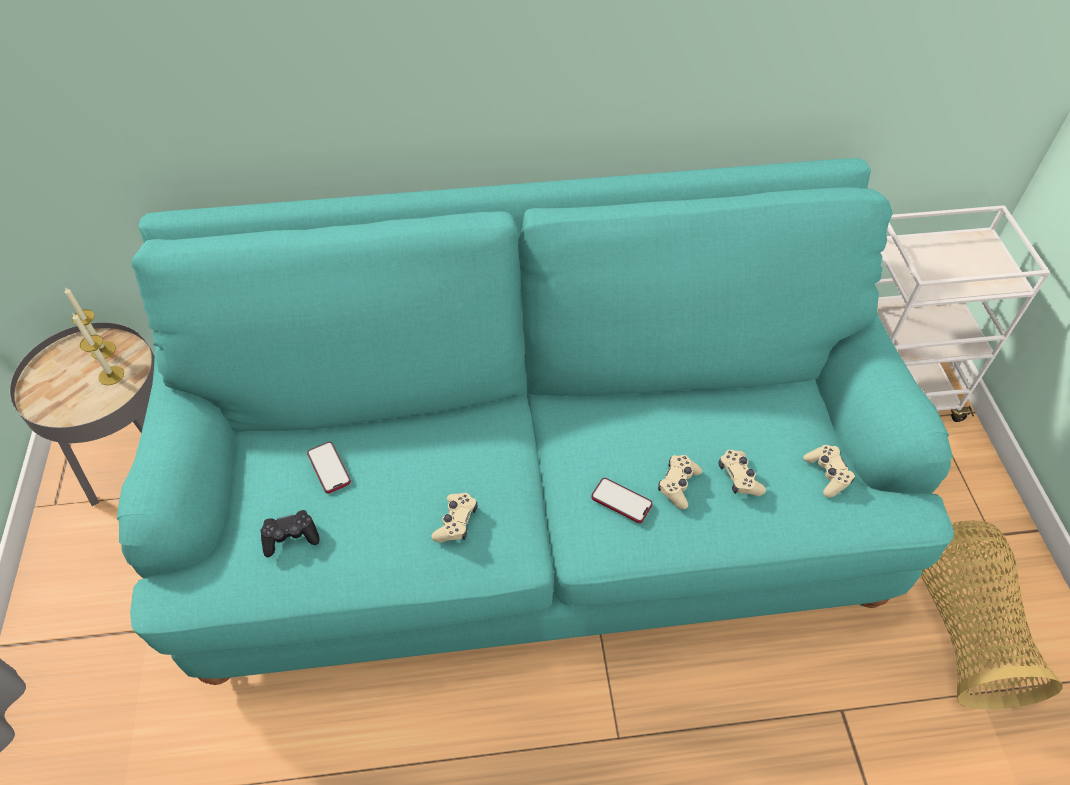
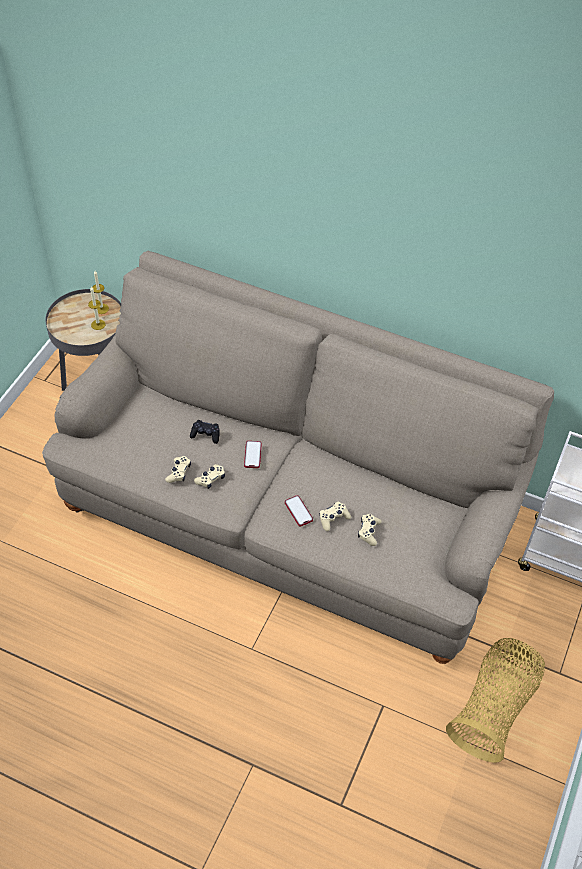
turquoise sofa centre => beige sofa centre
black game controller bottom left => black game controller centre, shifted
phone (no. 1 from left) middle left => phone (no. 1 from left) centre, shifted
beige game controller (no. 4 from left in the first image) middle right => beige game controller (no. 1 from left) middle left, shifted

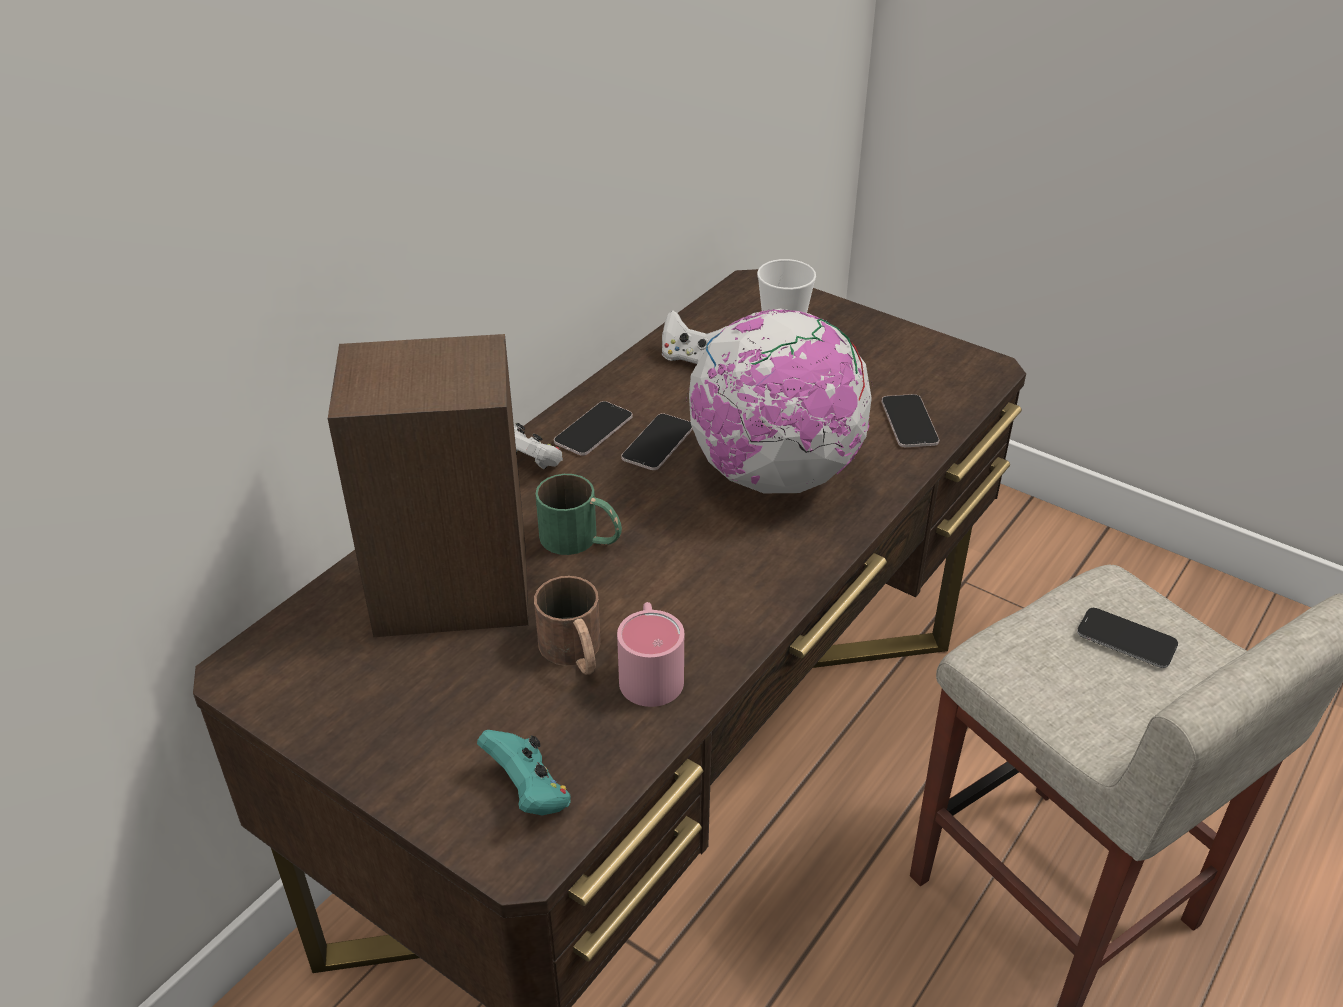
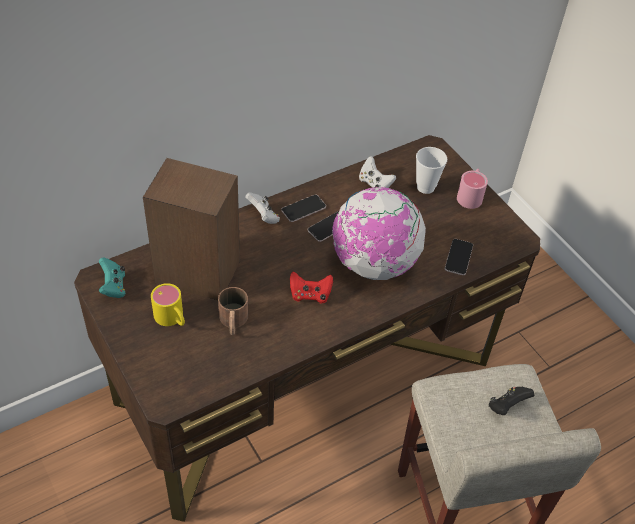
turquoise game controller bottom centre => turquoise game controller middle left, shifted
green mug centre => nothing
pink mug centre => pink mug middle right, shifted
phone (no. 4 from left) middle right => black game controller bottom right
nothing => yellow mug middle left
nothing => red game controller centre

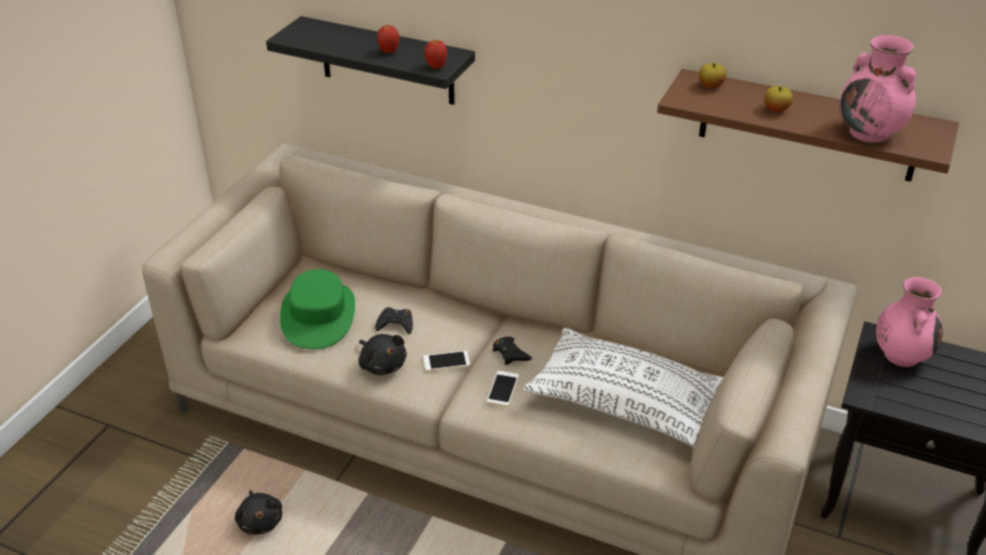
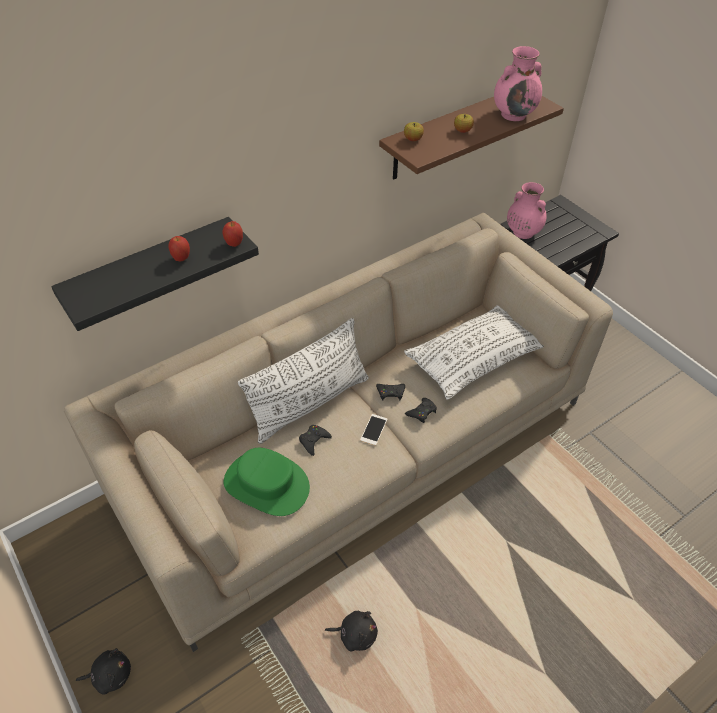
black plush toy (no. 2 from left in the first image) centre => black plush toy (no. 1 from left) bottom left, shifted
phone (no. 2 from left) bottom centre => black game controller (no. 3 from left) centre
nothing => white pillow (no. 1 from left) centre

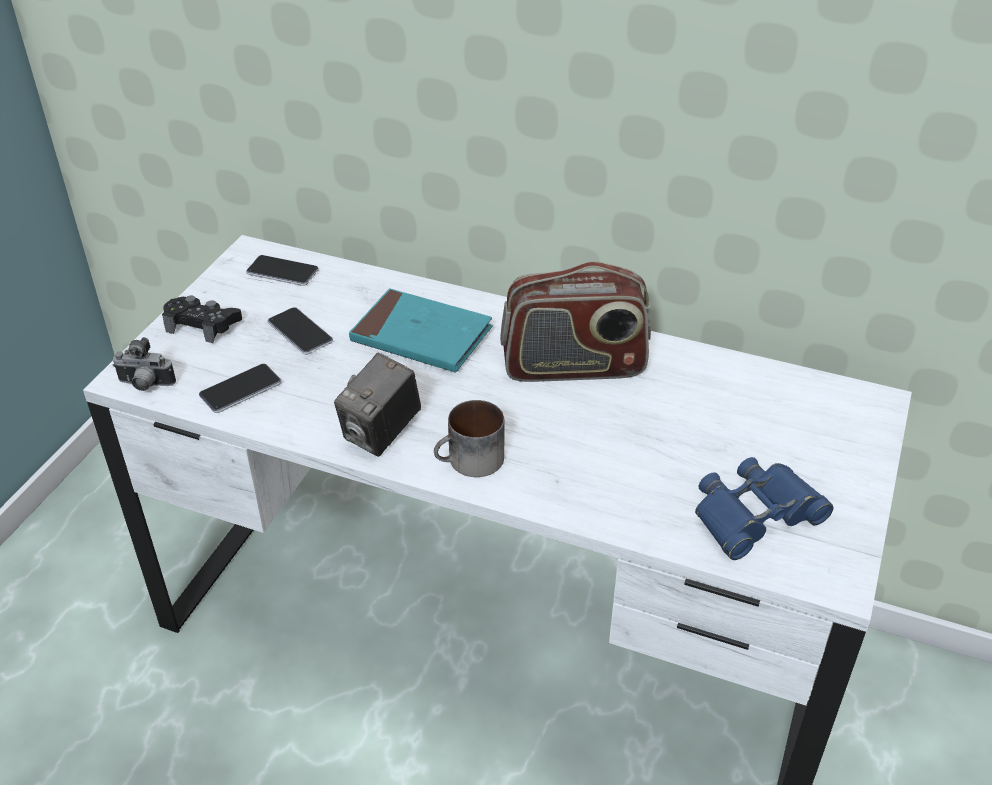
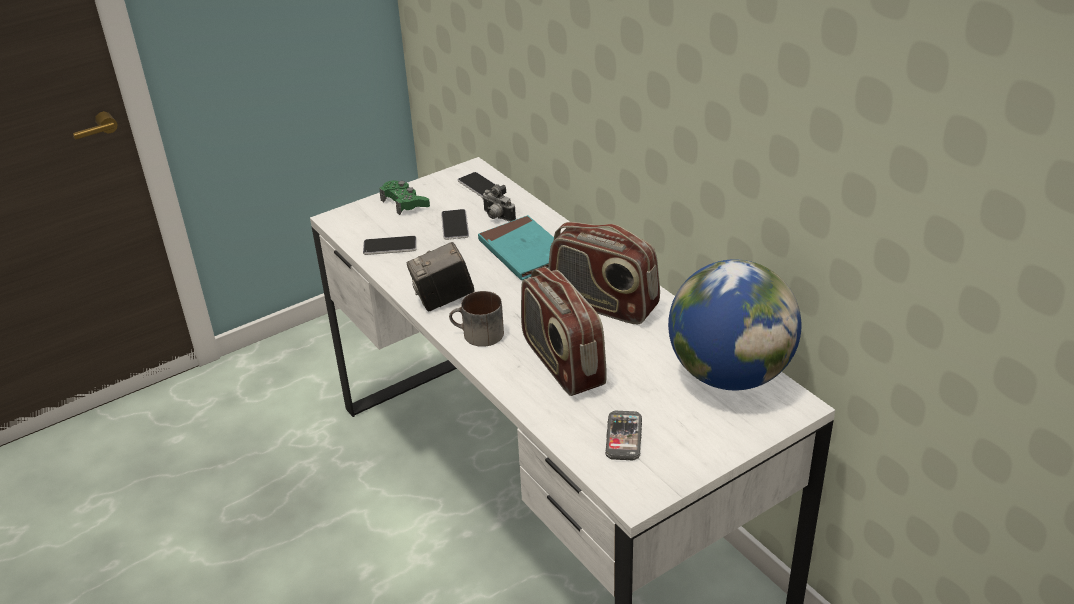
photo camera (no. 1 from left in the first image) middle left => photo camera (no. 2 from left) centre, shifted
black game controller middle left => green game controller top centre
blue binoculars middle right => phone (no. 4 from left) bottom centre
nothing => radio (no. 1 from left) centre
nothing => globe middle right

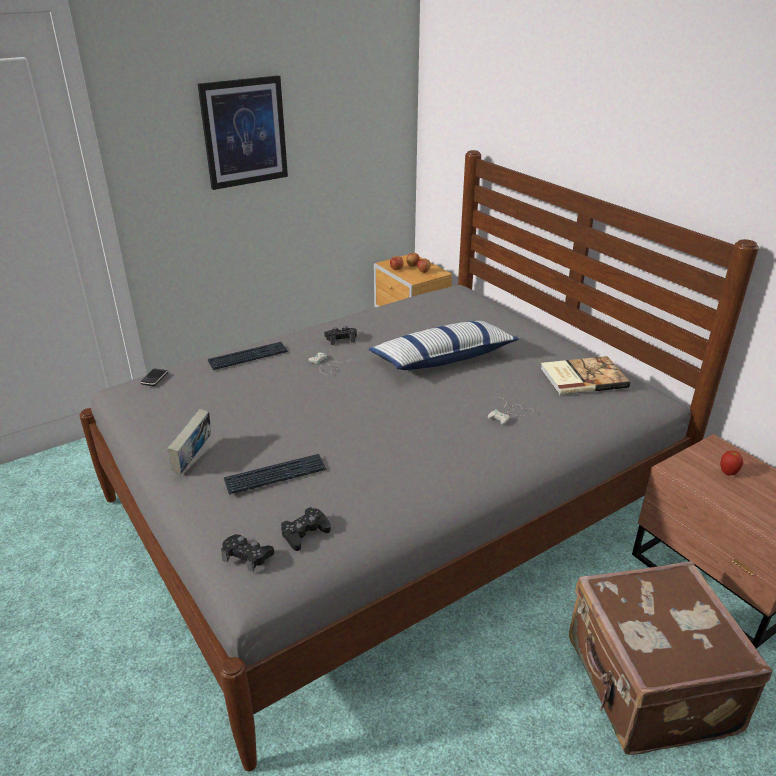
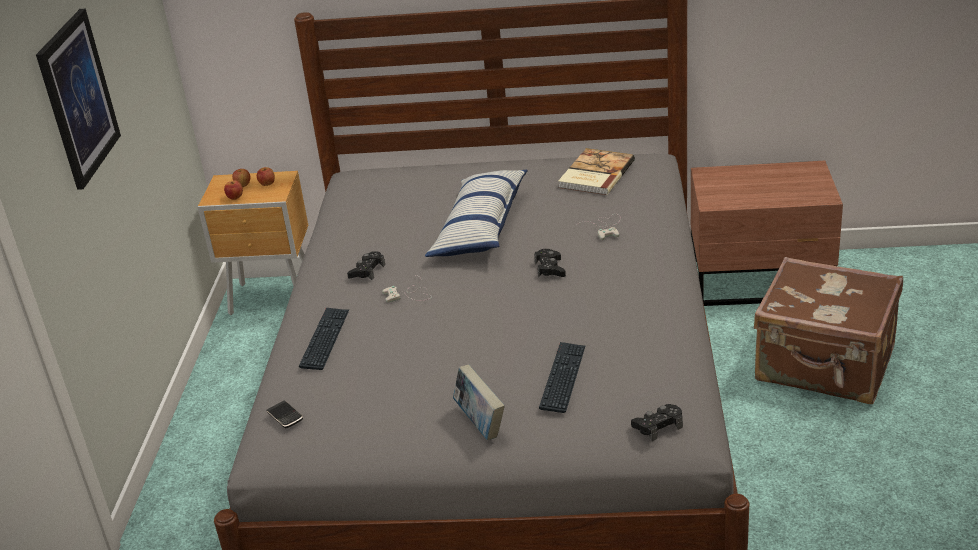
black game controller (no. 2 from left) bottom centre => black game controller (no. 2 from left) centre, shifted
apple (no. 4 from left) middle right => nothing

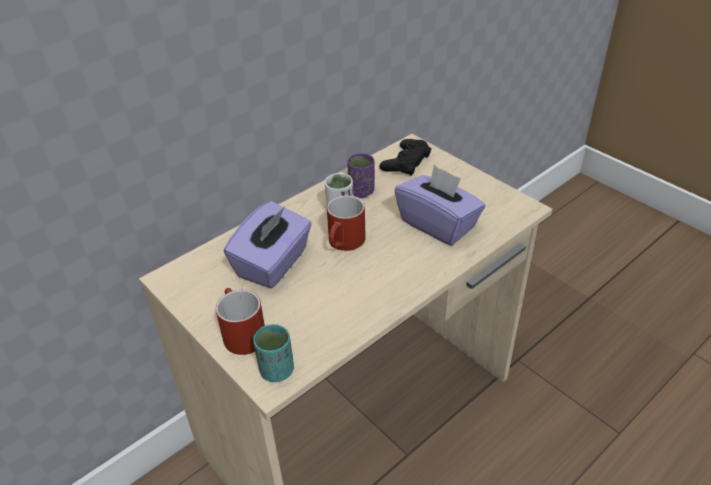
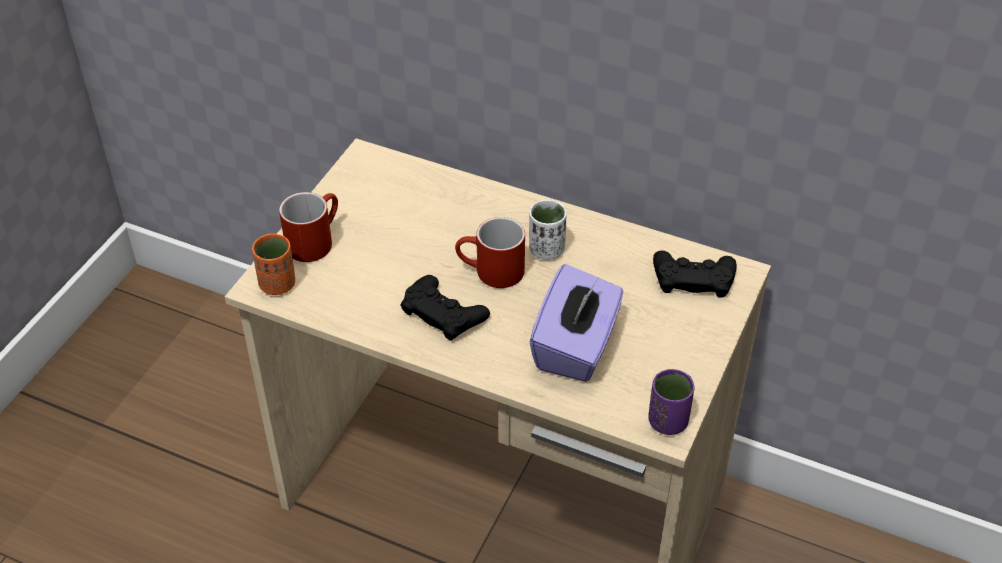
purple tissue box (no. 1 from left) centre => nothing
turquoise cup bottom centre => orange cup middle left
purple cup centre => purple cup bottom right, shifted
nothing => black game controller (no. 1 from left) centre

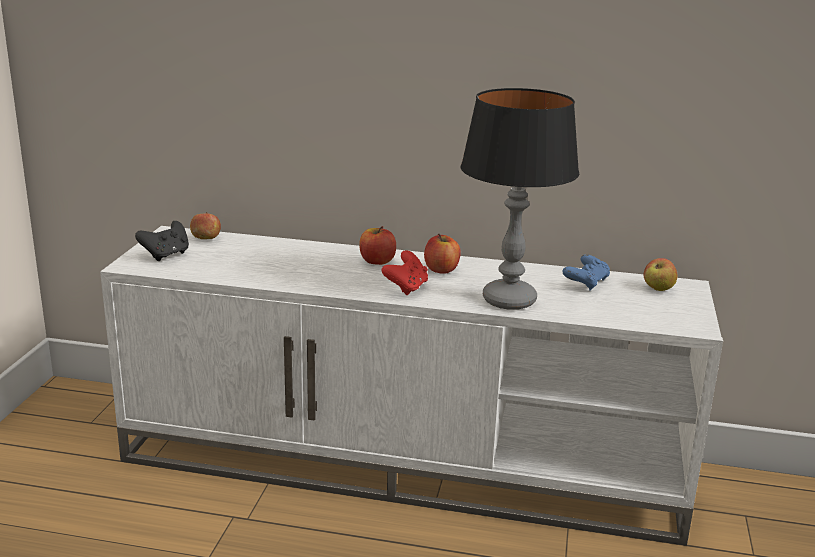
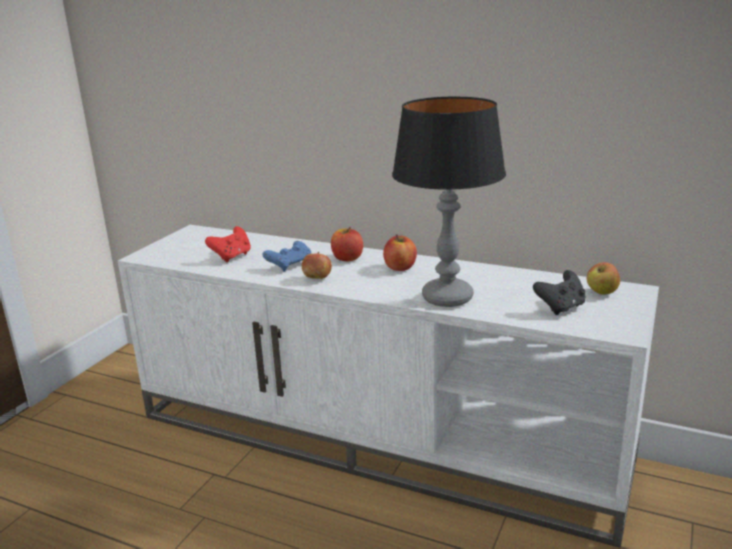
black game controller middle left => black game controller middle right, shifted
apple (no. 1 from left) middle left => apple (no. 1 from left) centre, shifted
red game controller centre => red game controller middle left, shifted
blue game controller middle right => blue game controller centre, shifted

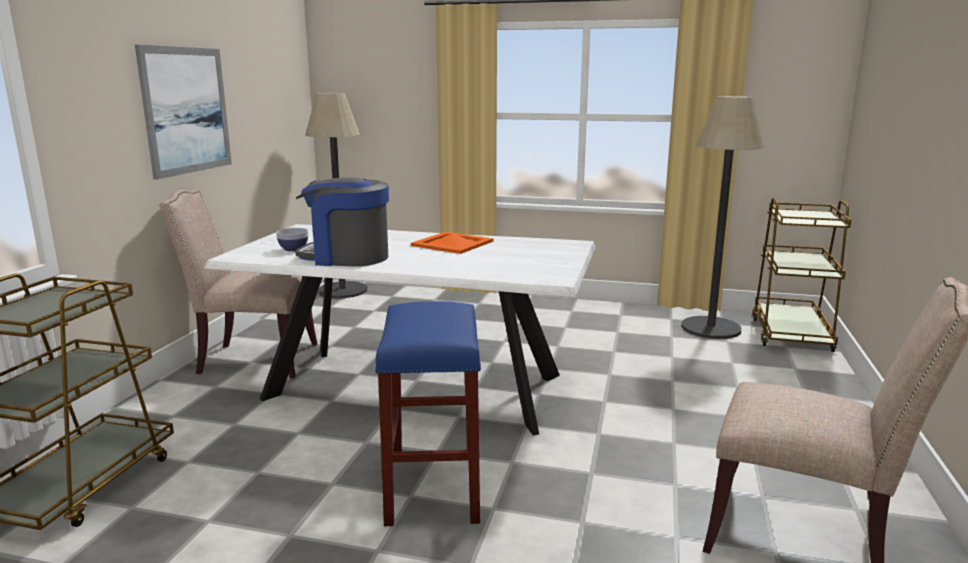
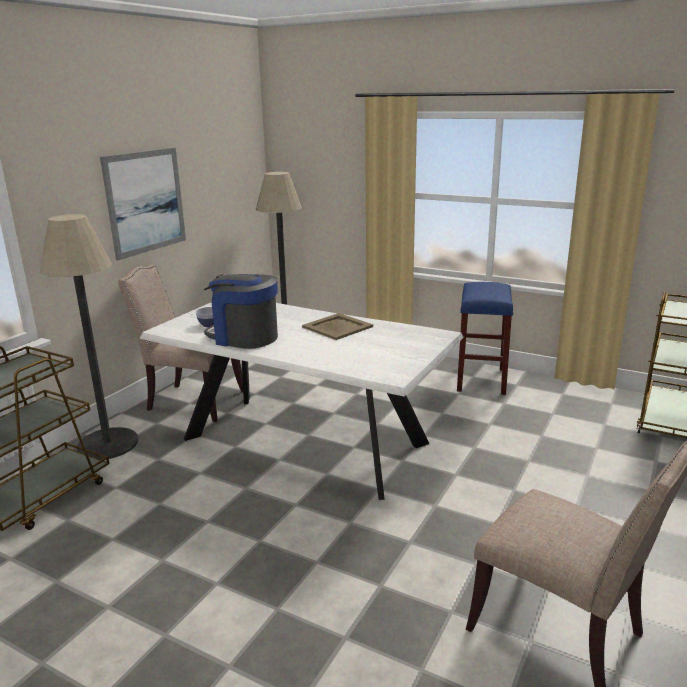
blue stool bottom centre => blue stool middle right, shifted
orange tray centre => beige tray centre
floor lamp (no. 2 from left in the first image) middle right => floor lamp (no. 1 from left) middle left, shifted

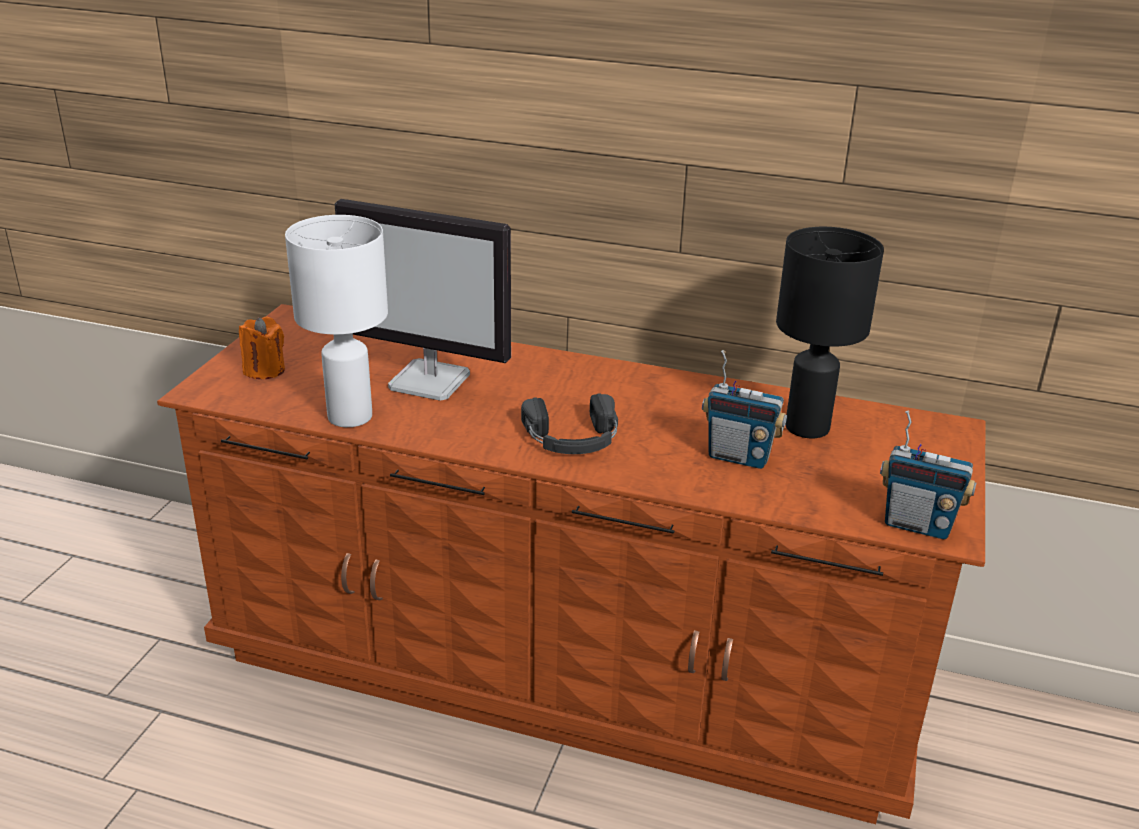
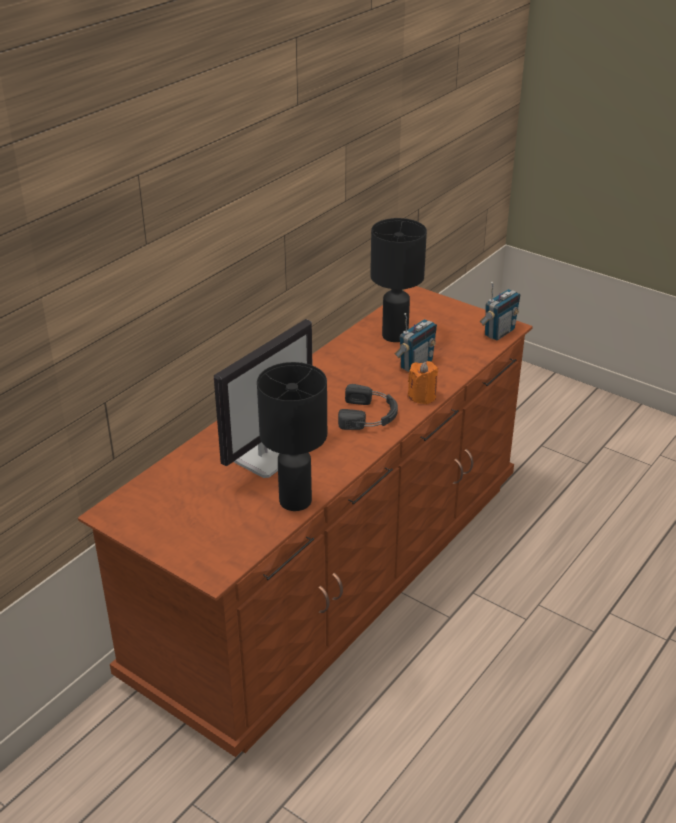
orange candle middle left => orange candle centre, shifted
white table lamp middle left => black table lamp (no. 1 from left) centre

